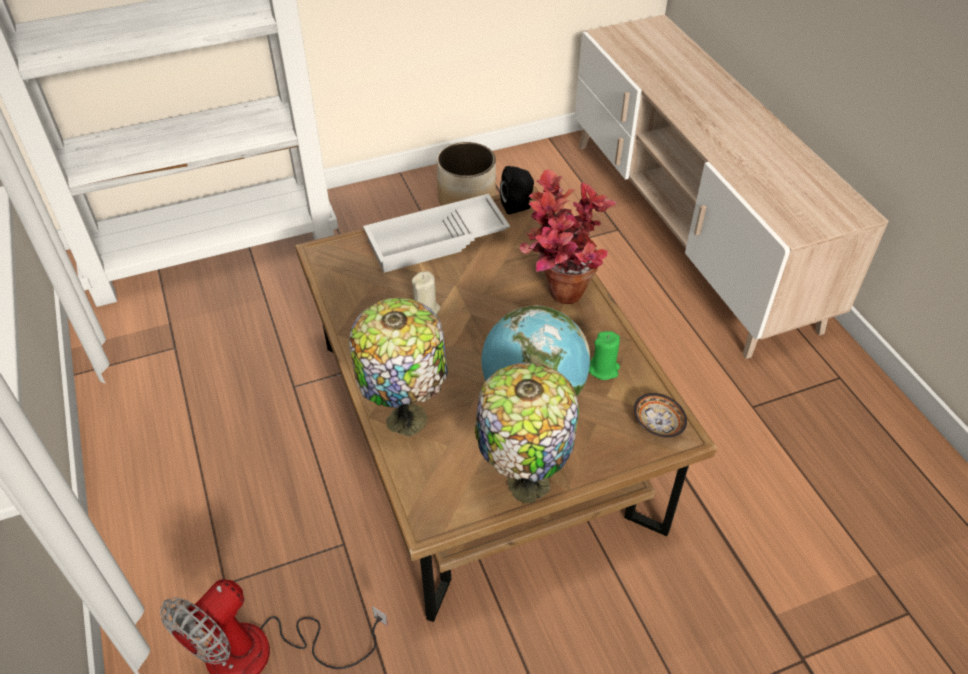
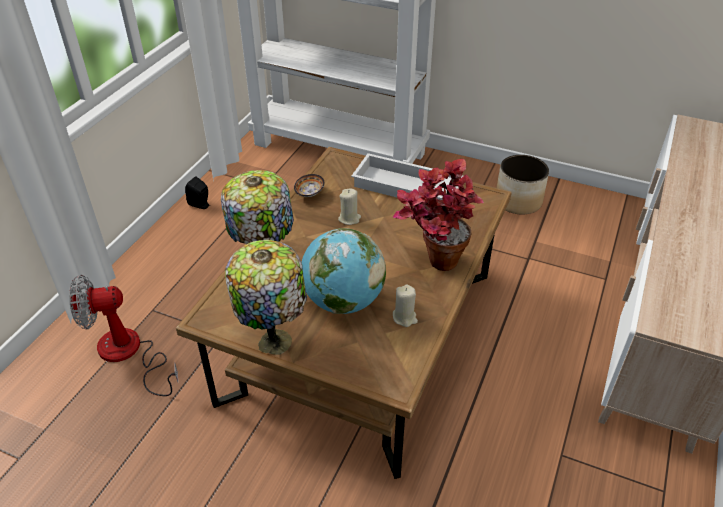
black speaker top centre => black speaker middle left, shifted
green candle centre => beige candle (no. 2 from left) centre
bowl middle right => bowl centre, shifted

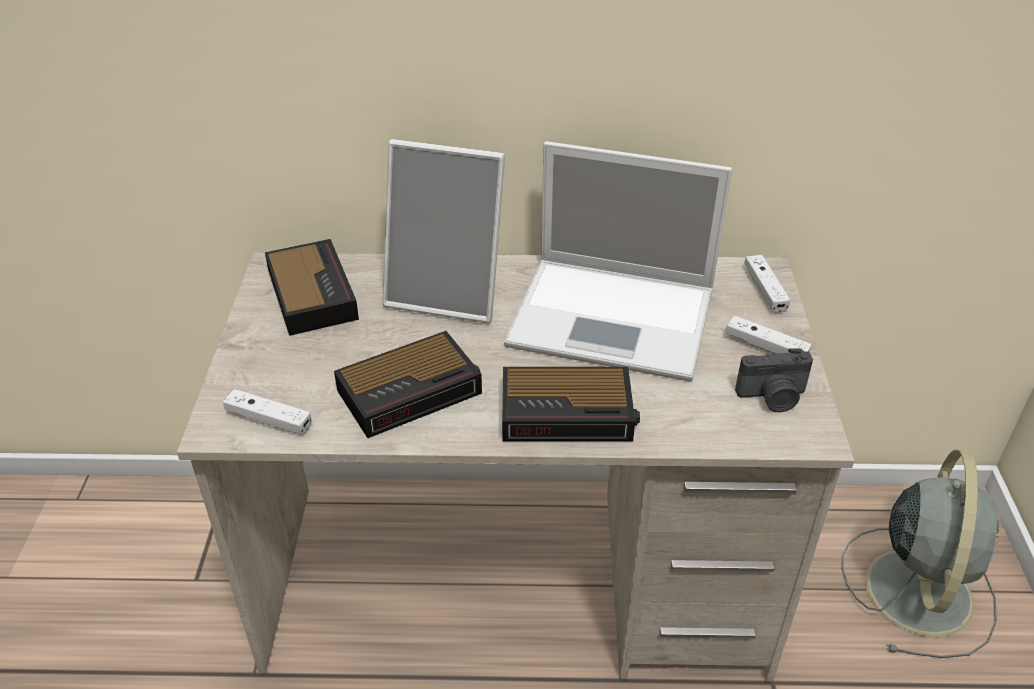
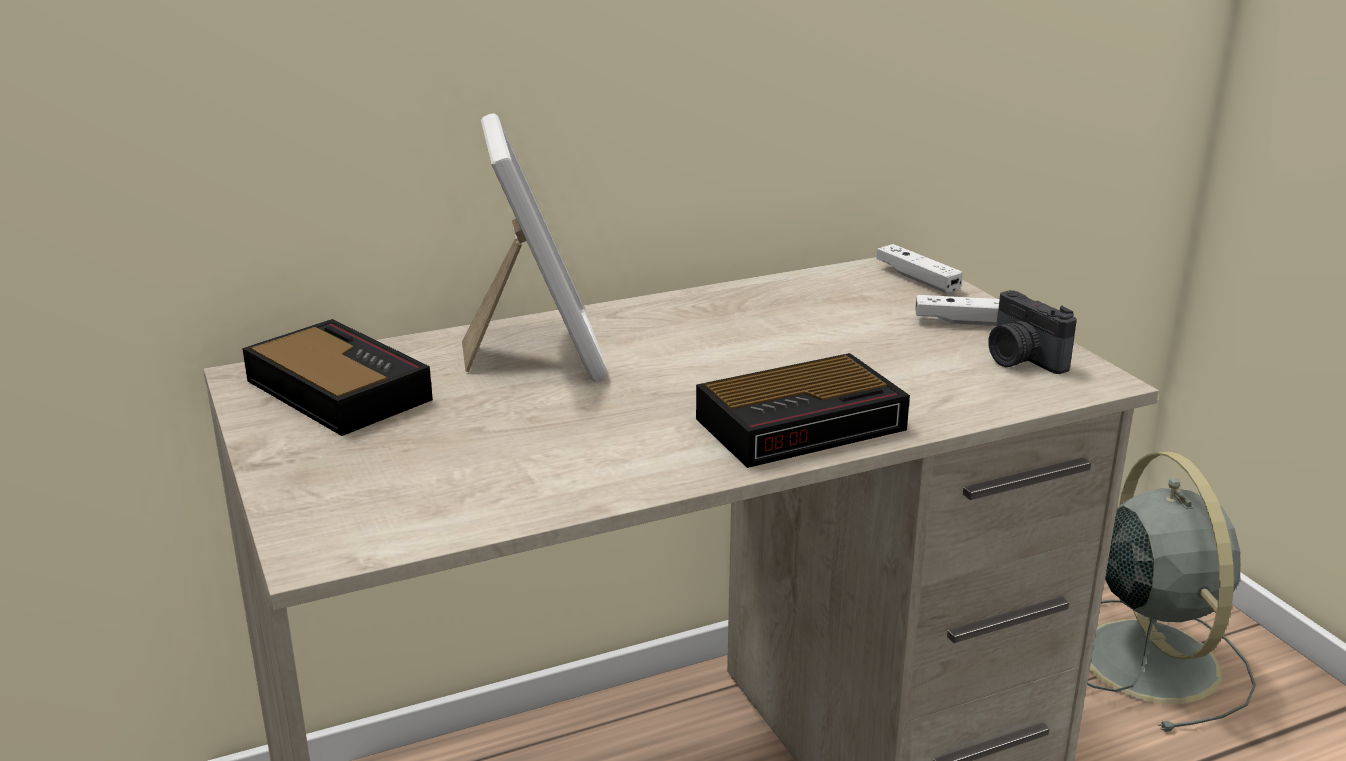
white game controller (no. 1 from left) middle left => nothing
alarm clock (no. 2 from left) centre => nothing
picture frame centre => picture frame top centre, 90 degrees counterclockwise
laptop centre => nothing
photo camera middle right, 90 degrees clockwise

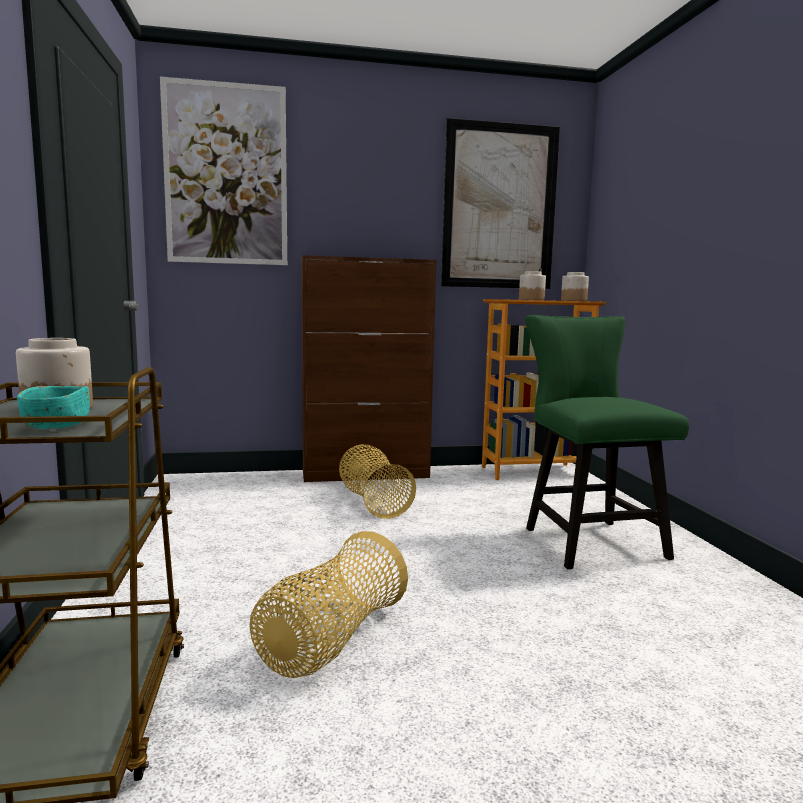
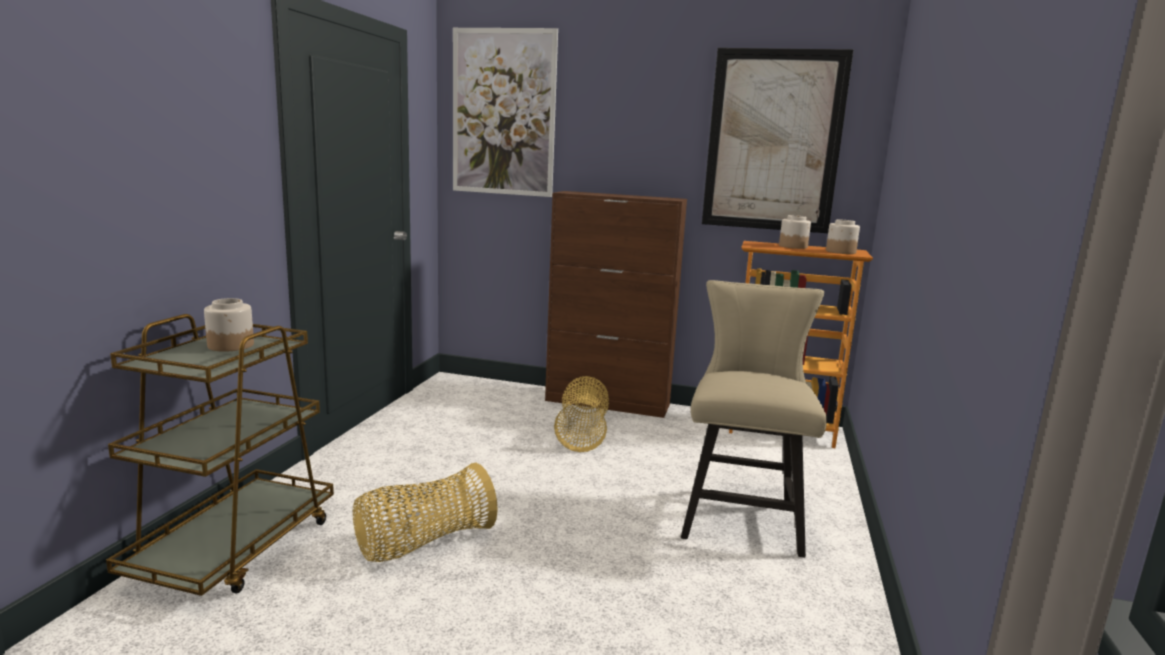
turquoise bowl middle left => nothing
green chair middle right => beige chair centre

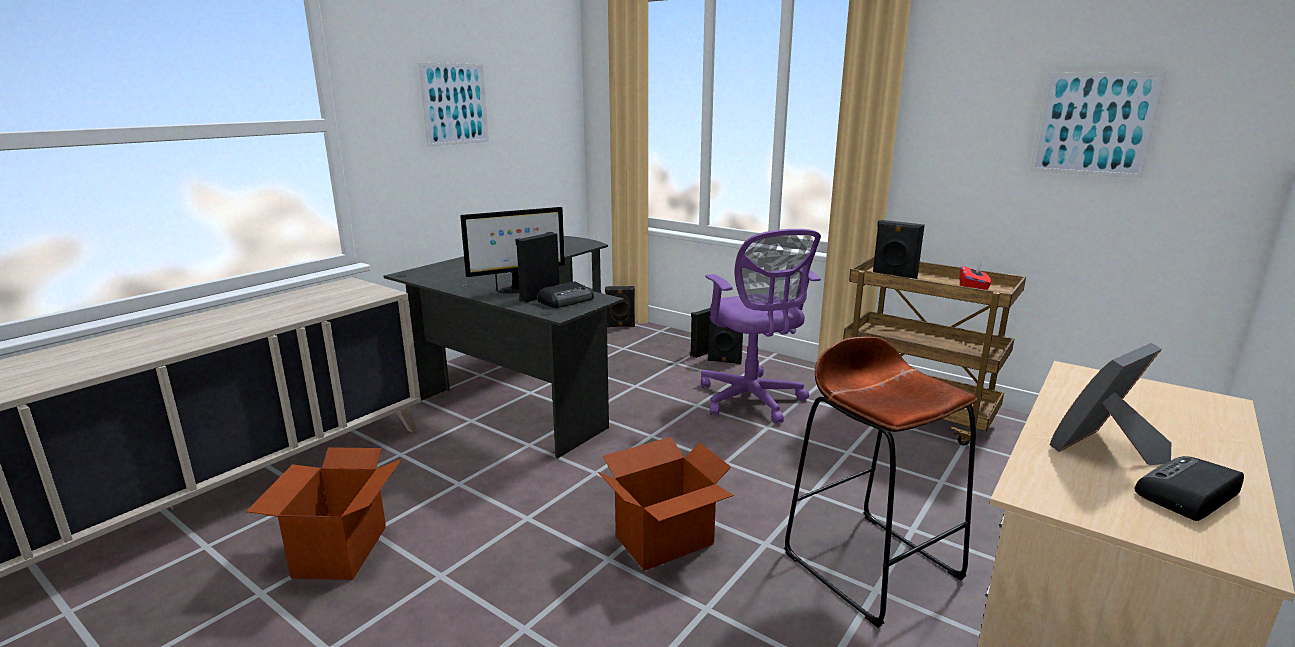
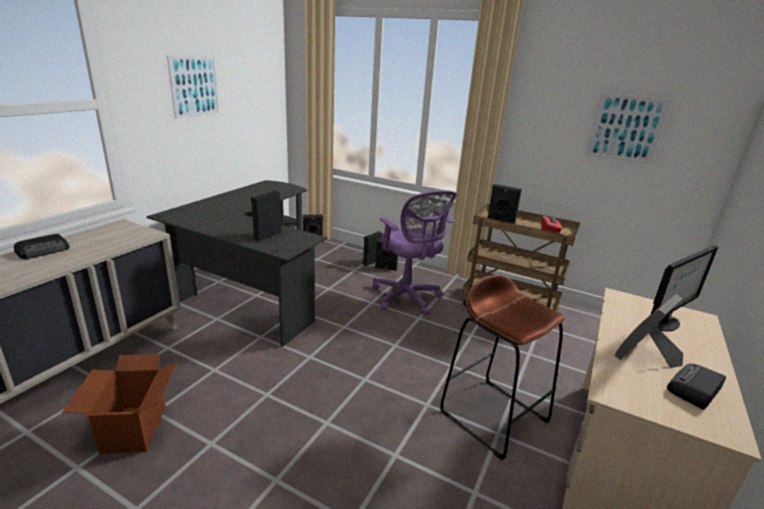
monitor centre => monitor middle right, shifted
radio (no. 1 from left) centre => radio (no. 1 from left) middle left, shifted
cardboard box (no. 2 from left) bottom centre => nothing

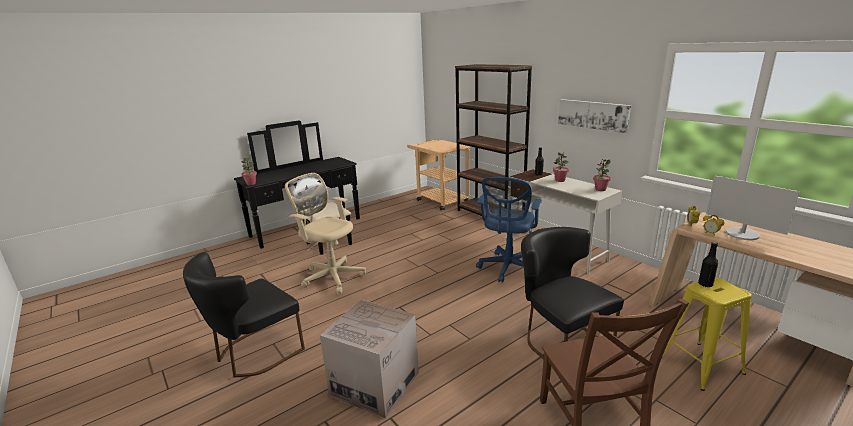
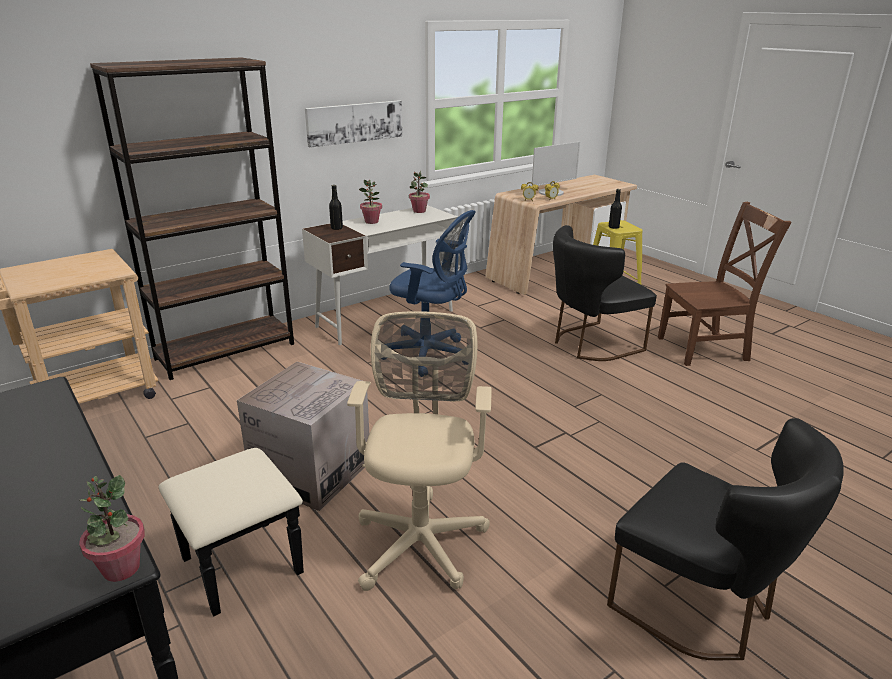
beige office chair centre, 150 degrees clockwise
cardboard box bottom centre => cardboard box centre, shifted

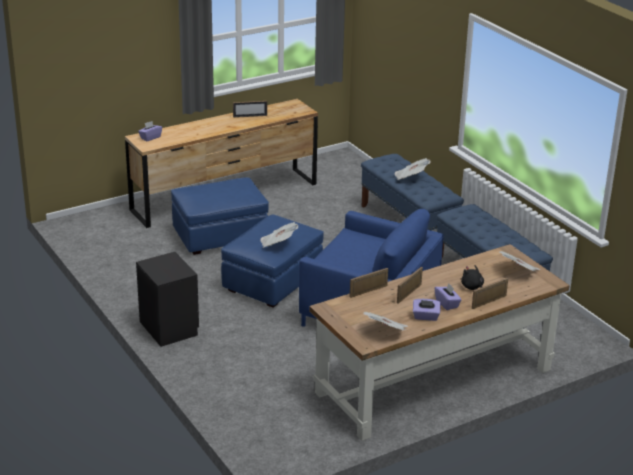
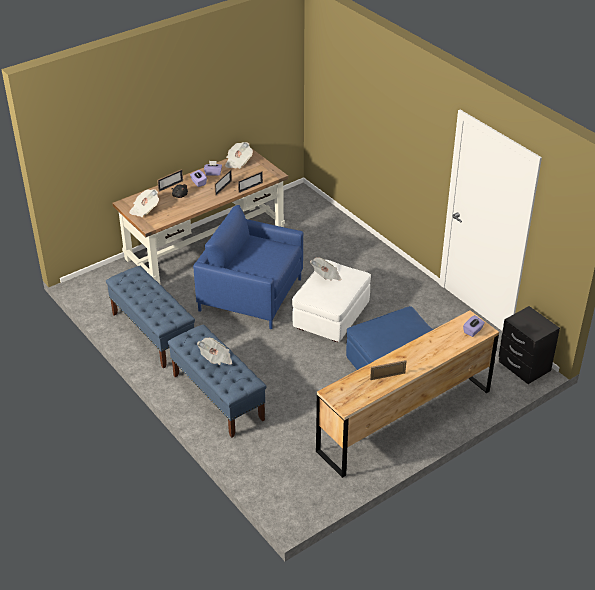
black nightstand middle left => black nightstand middle right, shifted
blue ottoman (no. 2 from left) centre => white ottoman centre

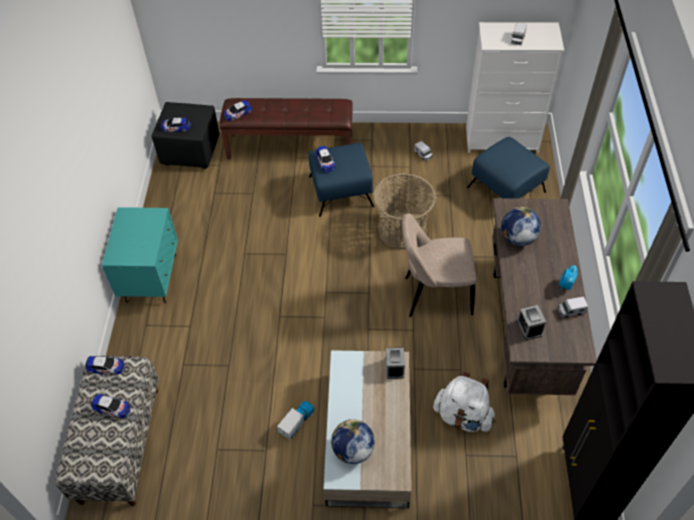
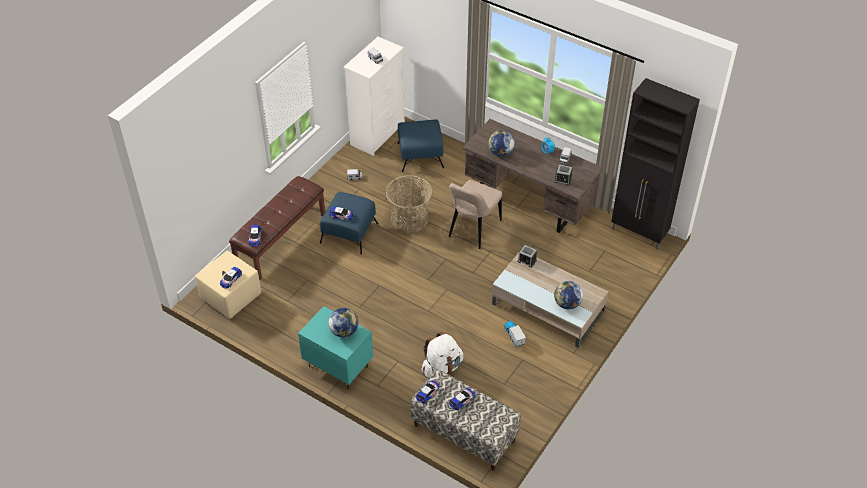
black ottoman top left => beige ottoman middle left
white backpack bottom right => white backpack bottom centre, shifted
nothing => globe (no. 1 from left) centre

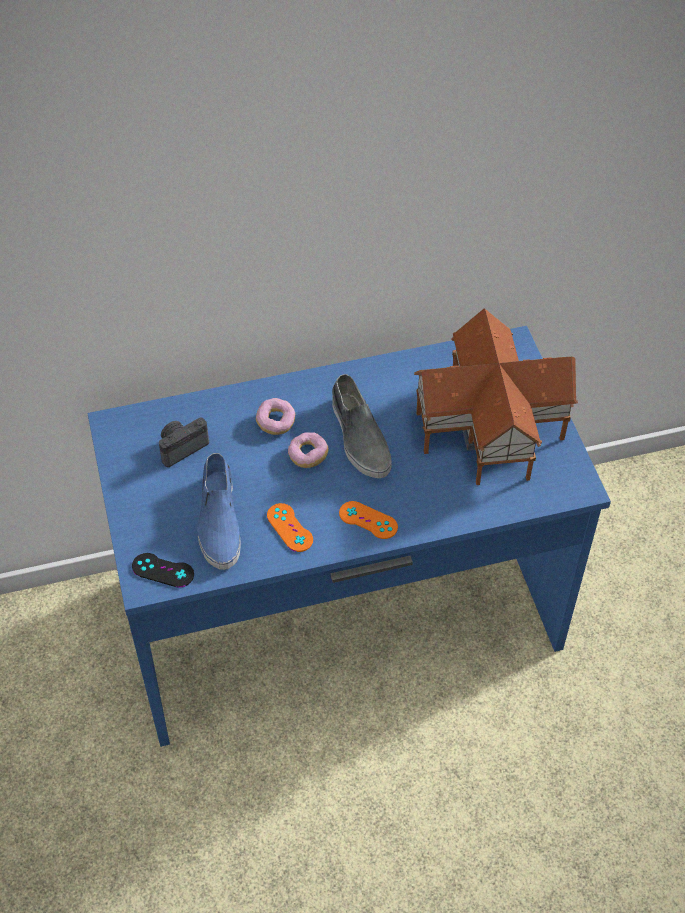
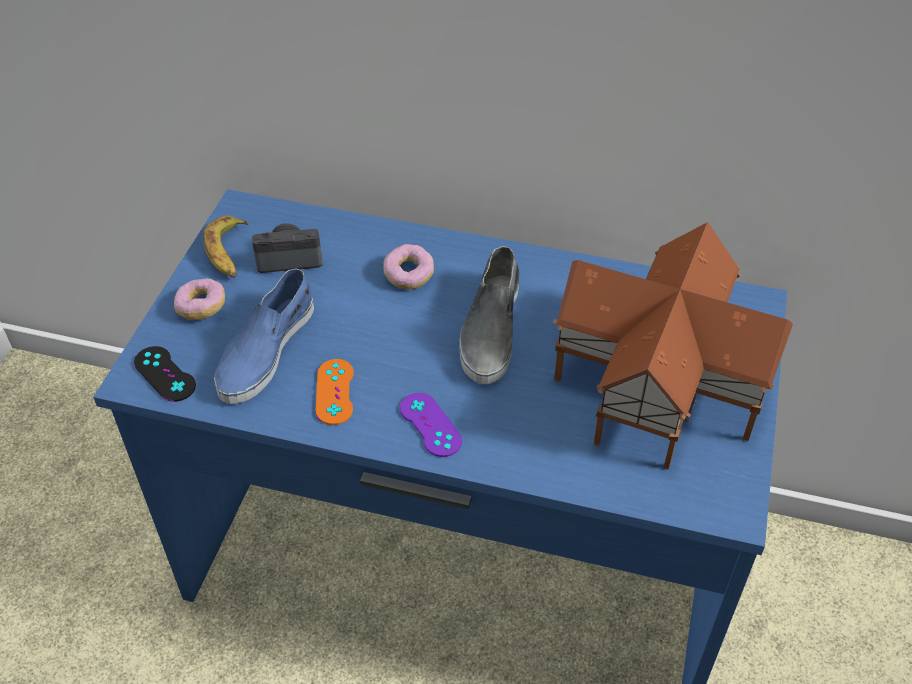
donut (no. 2 from left in the first image) centre => donut (no. 1 from left) middle left, shifted
orange game controller (no. 2 from left) centre => purple game controller centre
nothing => banana middle left

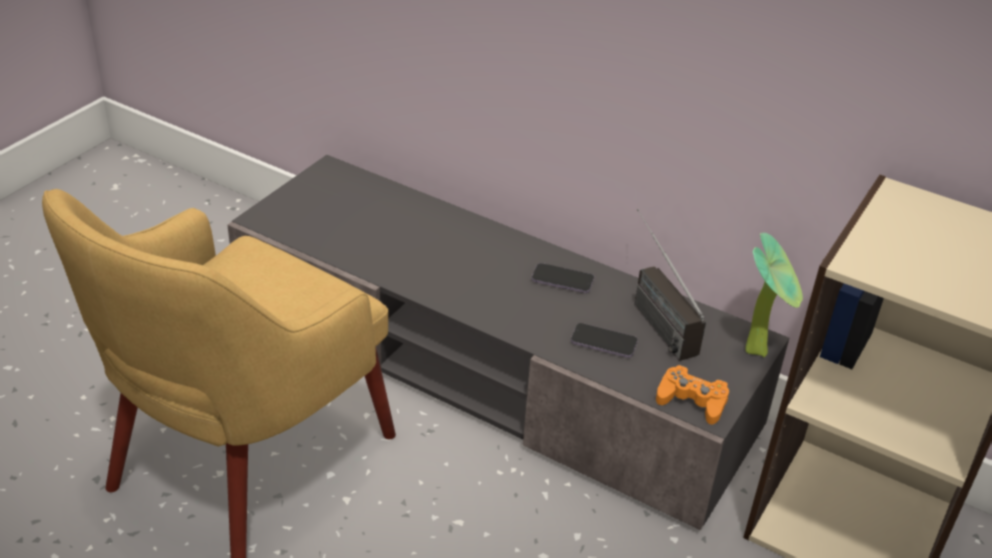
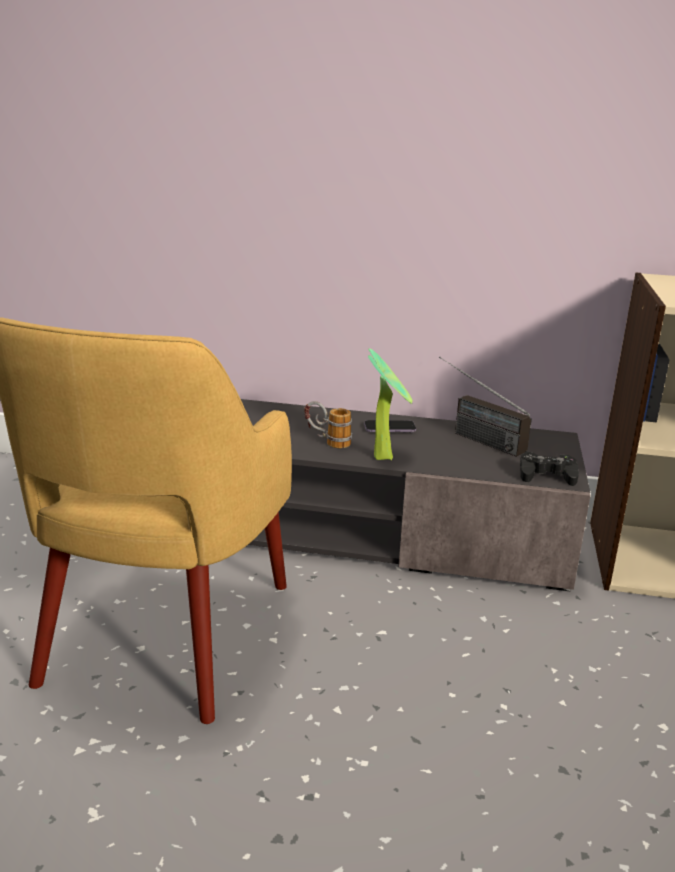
phone (no. 2 from left) centre => nothing
orange game controller bottom right => black game controller middle right
potted plant middle right => potted plant centre, shifted
nothing => mug centre

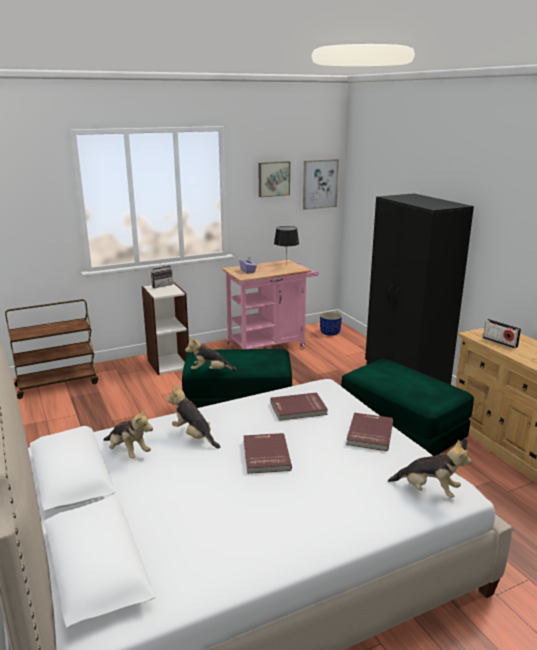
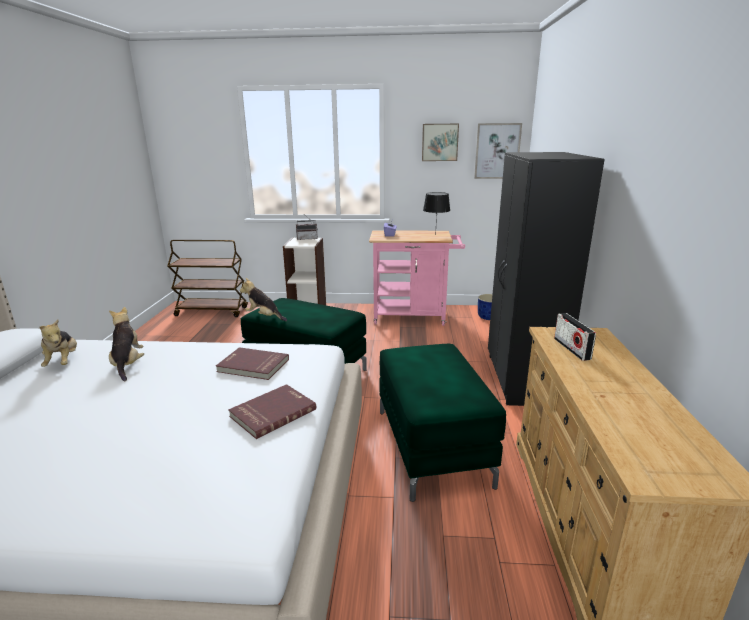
red book (no. 1 from left) bottom centre => nothing
plush toy (no. 4 from left) bottom right => nothing

